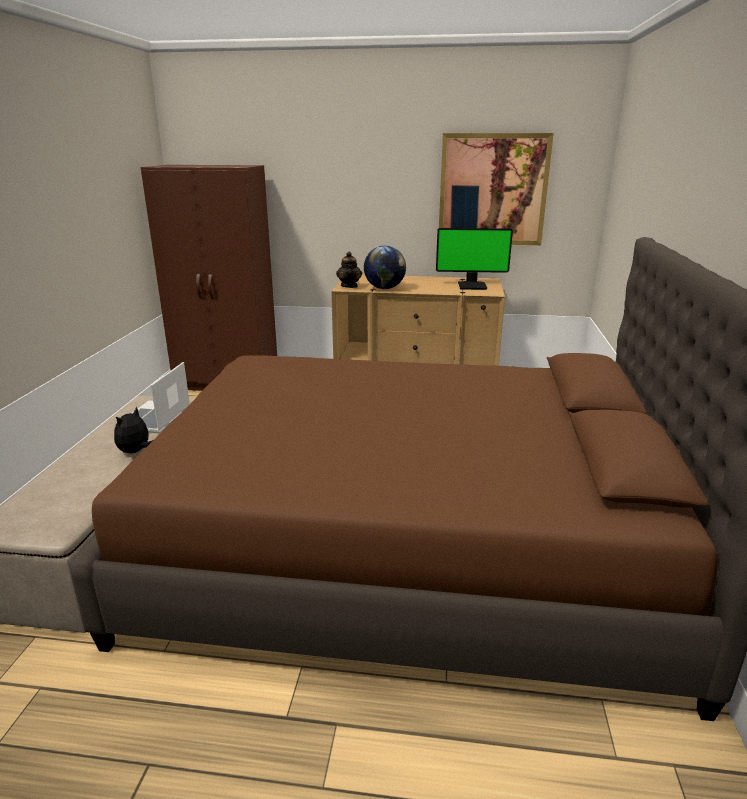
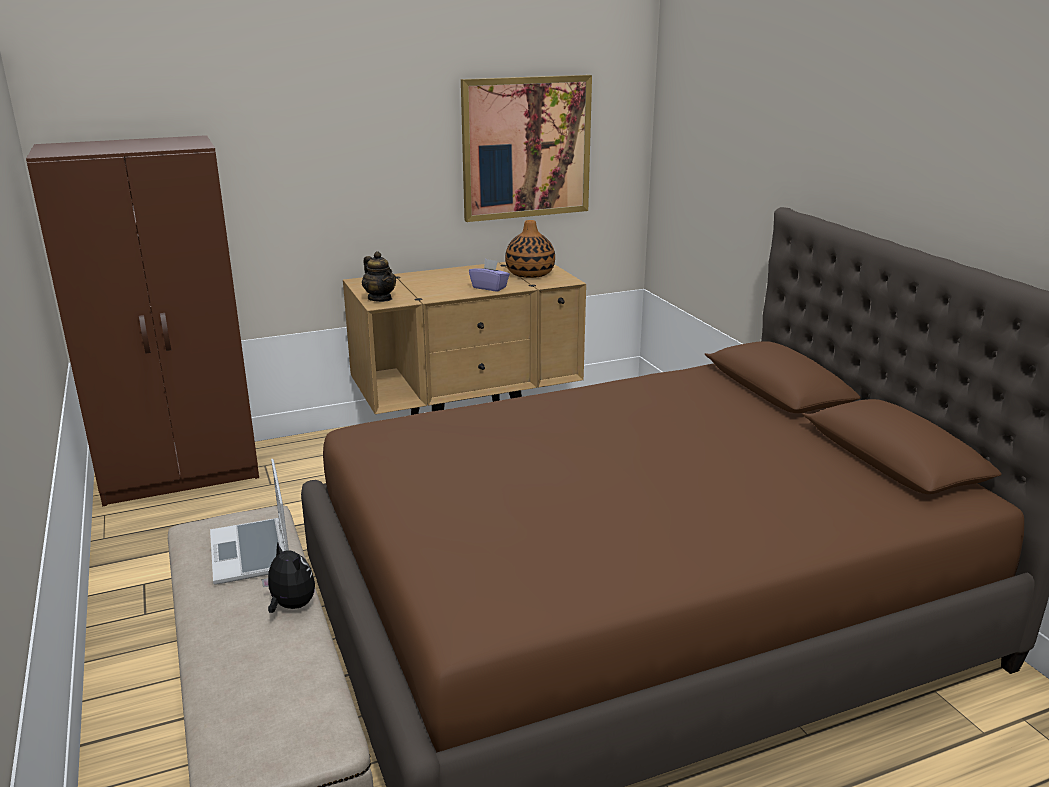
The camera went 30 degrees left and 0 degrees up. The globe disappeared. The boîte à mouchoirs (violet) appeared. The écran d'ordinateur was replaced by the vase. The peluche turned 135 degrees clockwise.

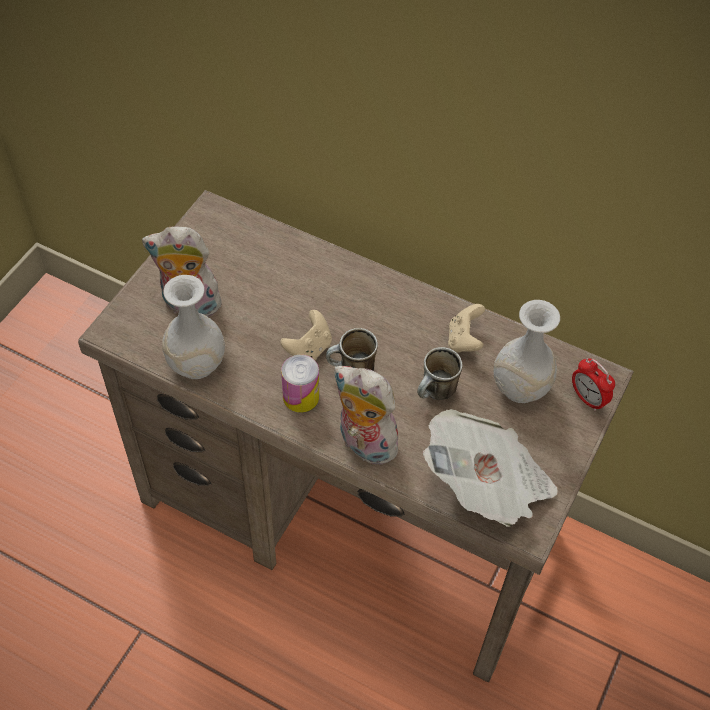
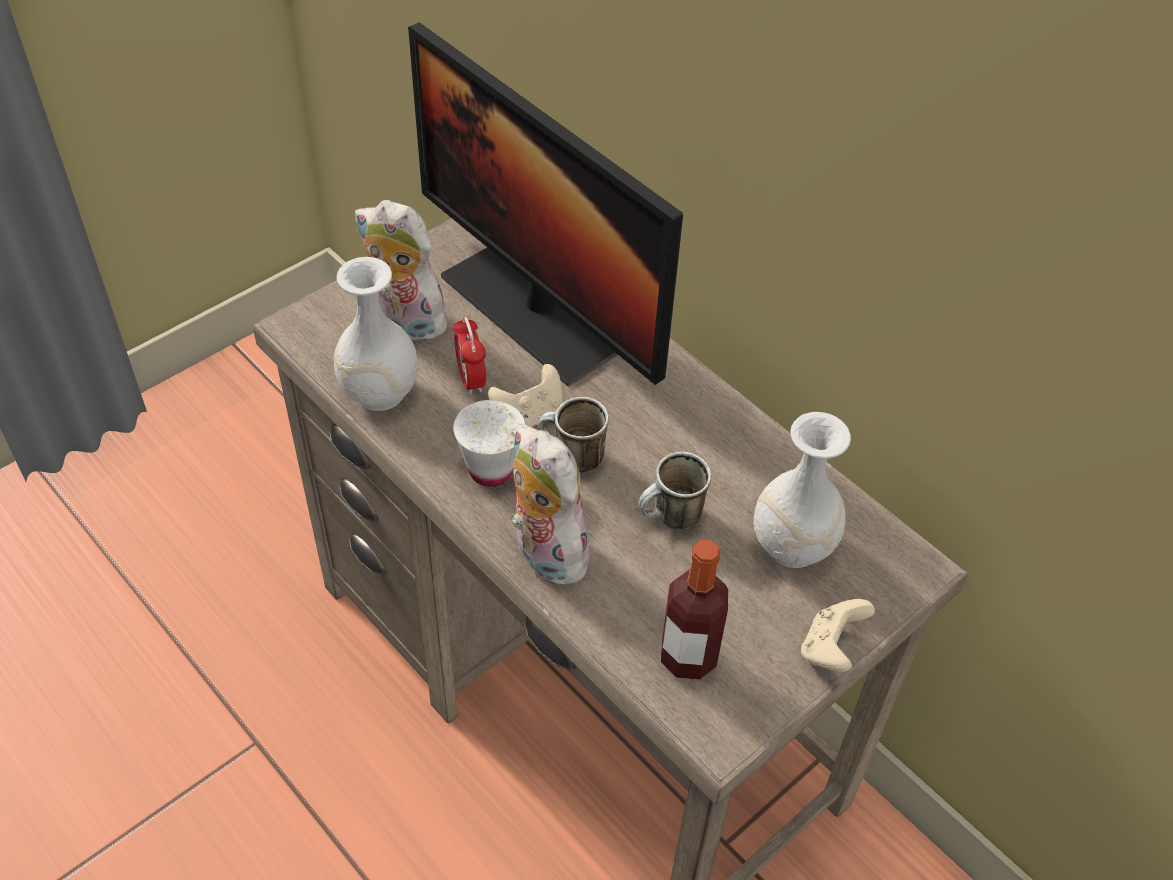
The camera went 20 degrees right and 5 degrees down. The écran d'ordinateur appeared. The manette (beige) (no. 2 from left) moved. The réveil moved. The boîte métallique was replaced by the tasse (blanc). The journal was replaced by the bouteille.

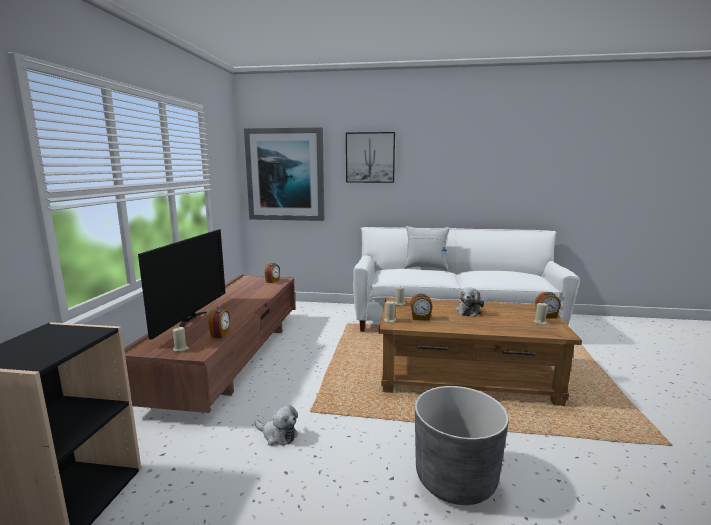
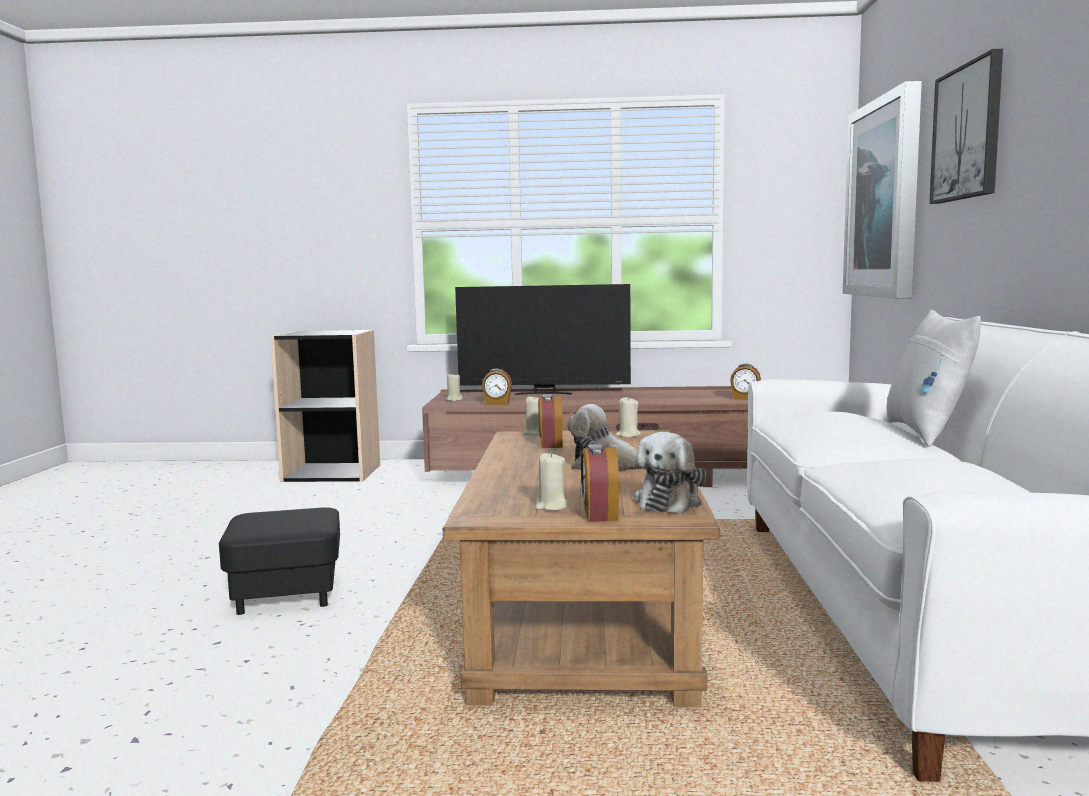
The camera went 85 degrees right and 5 degrees down. The peluche (no. 1 from left in the first image) moved. The cache-pot (gris) was replaced by the pouf (noir).

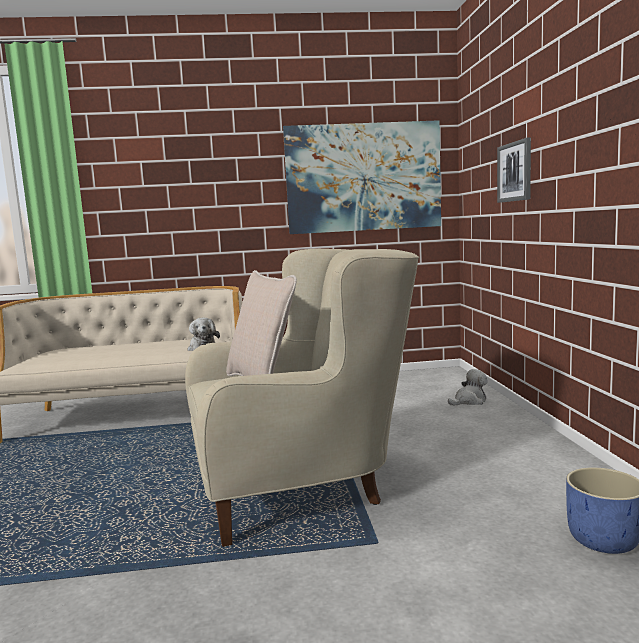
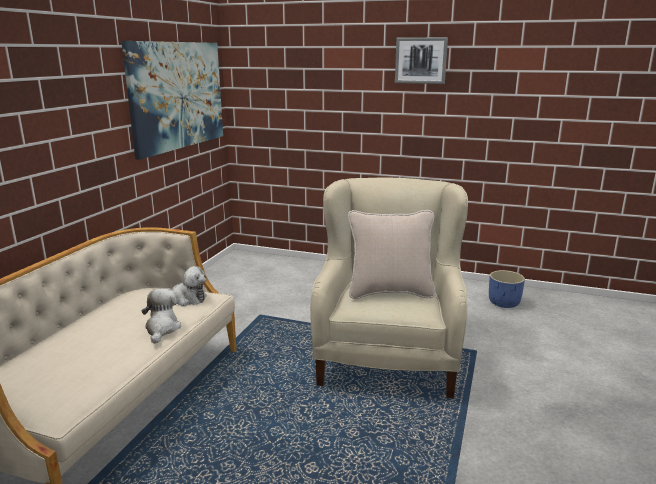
The camera went 65 degrees left and 10 degrees up. The peluche (no. 2 from left in the first image) moved. The tableau (no. 2 from left) moved.

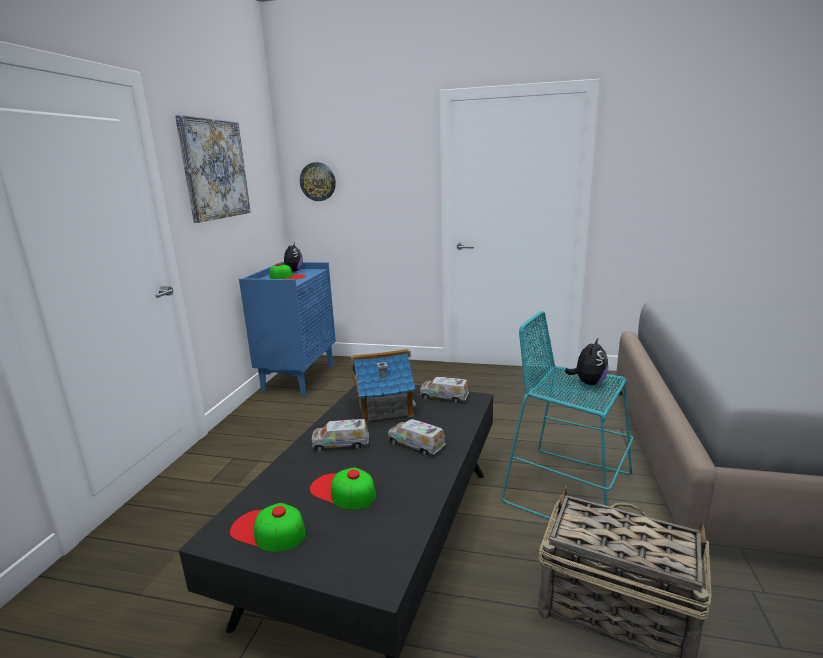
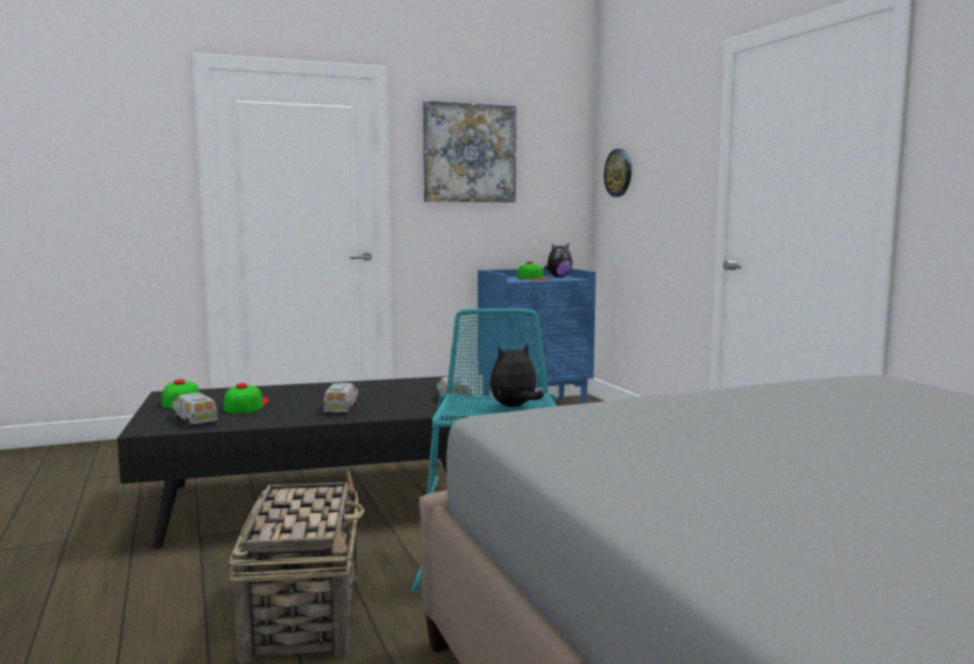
The camera went 55 degrees right and 10 degrees down. The maison miniature disappeared. The camion jouet (no. 1 from left) moved. The peluche (no. 2 from left in the first image) turned 150 degrees clockwise.

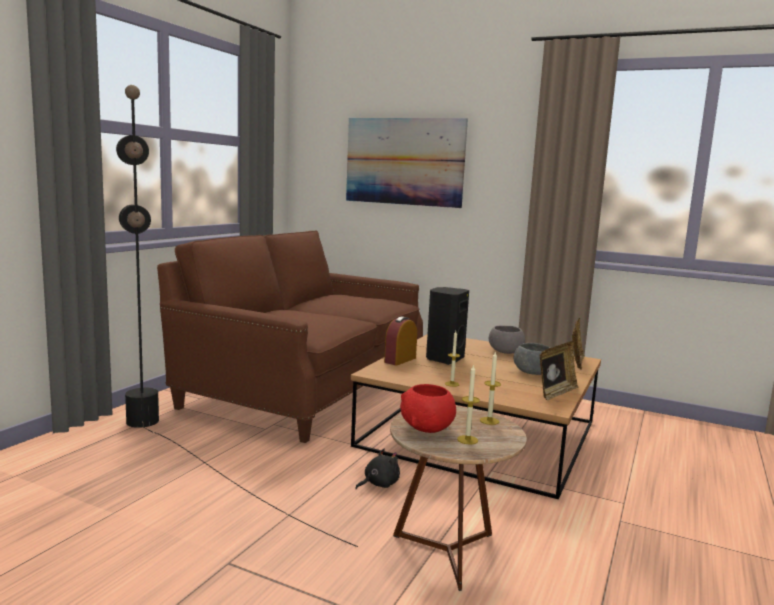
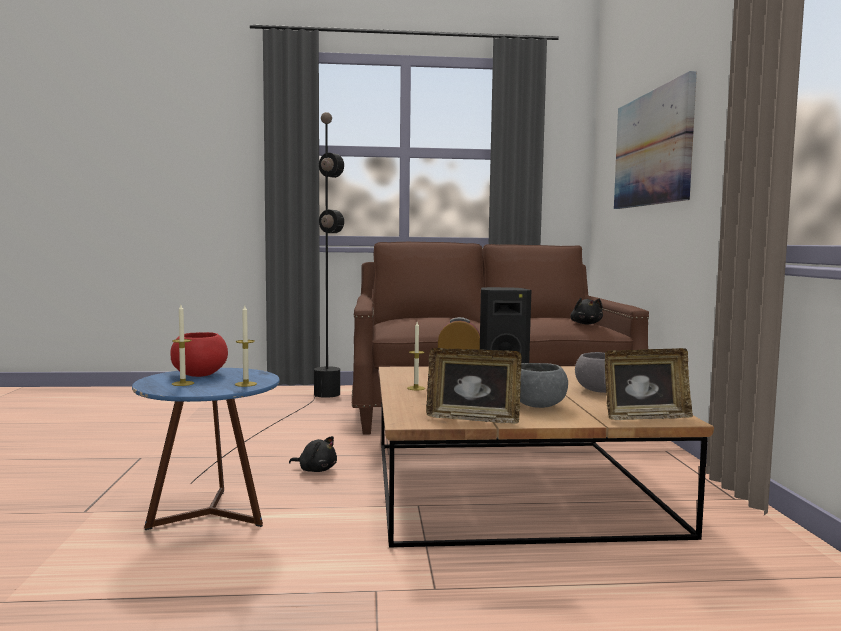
The camera went 60 degrees right and 5 degrees down. The peluche (noir) (no. 2 from left) appeared. The table d'appoint (marron) became the table d'appoint (bleu).

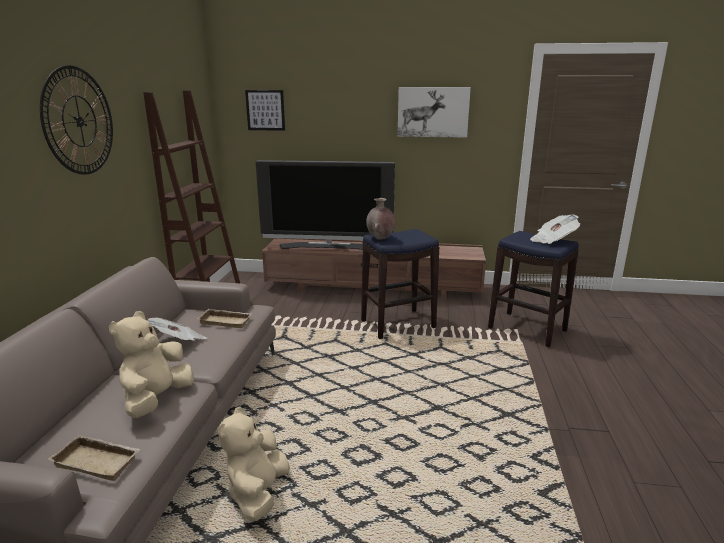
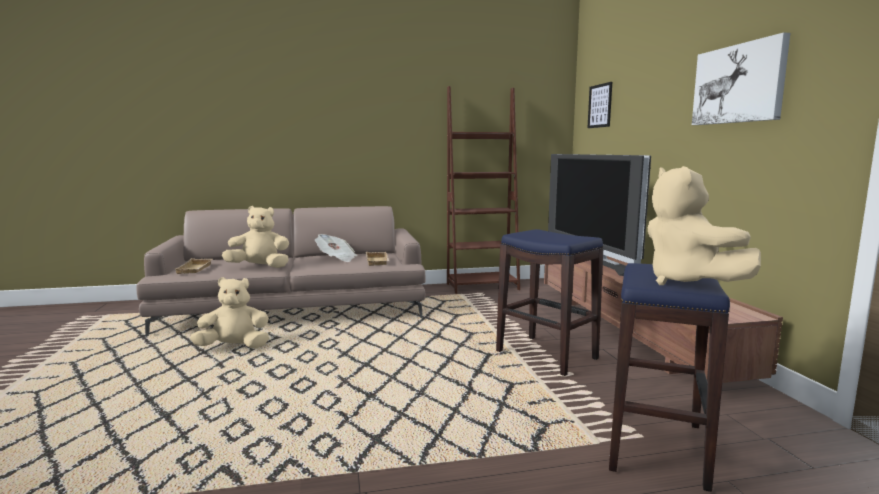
The camera went 70 degrees right and 10 degrees down. The horloge murale disappeared. The vase (marron) disappeared. The journal (no. 2 from left) was replaced by the peluche (beige) (no. 3 from left).

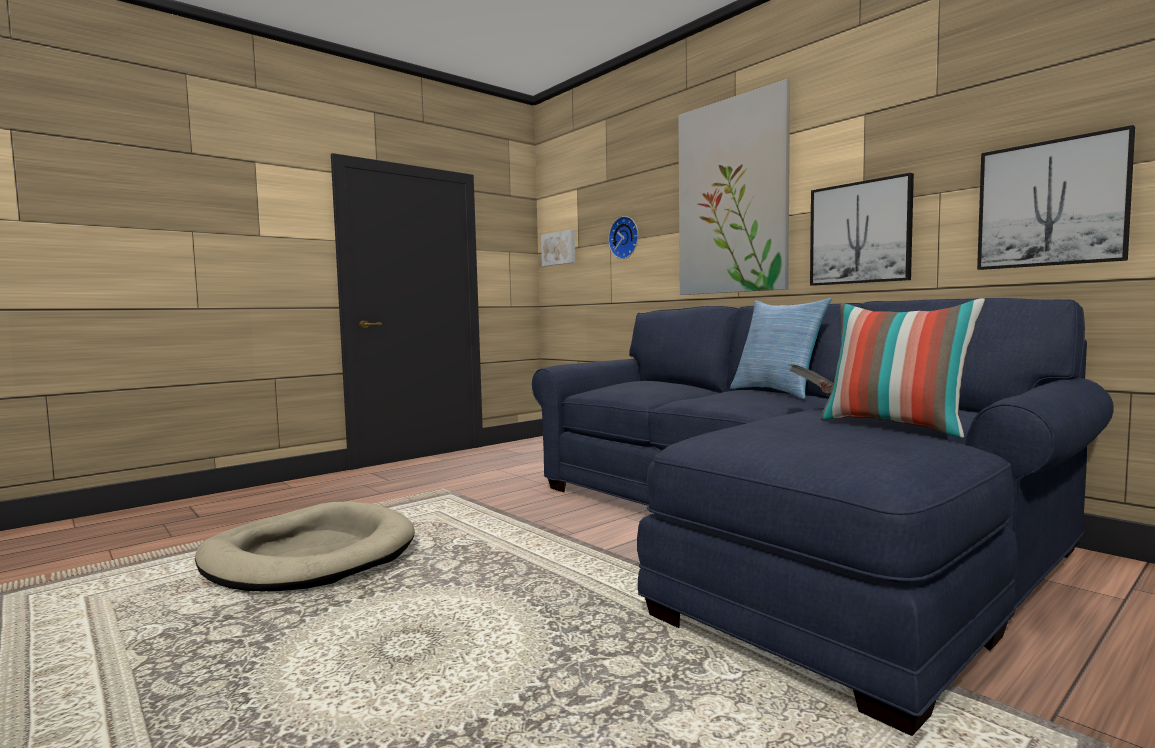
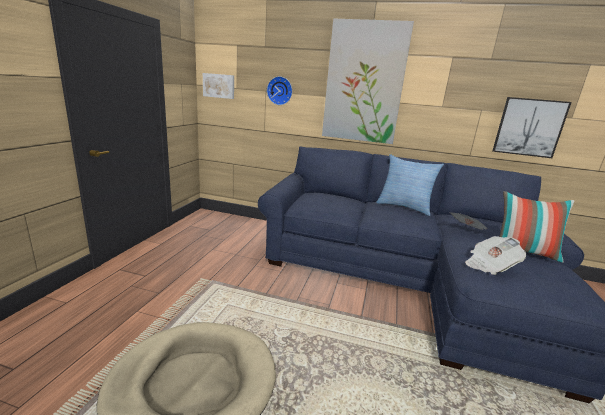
The camera went 35 degrees left and 15 degrees up. The tableau (no. 3 from left) disappeared. The journal (no. 2 from left) appeared.

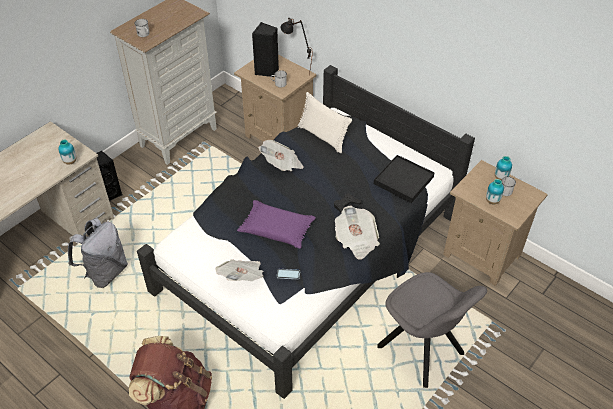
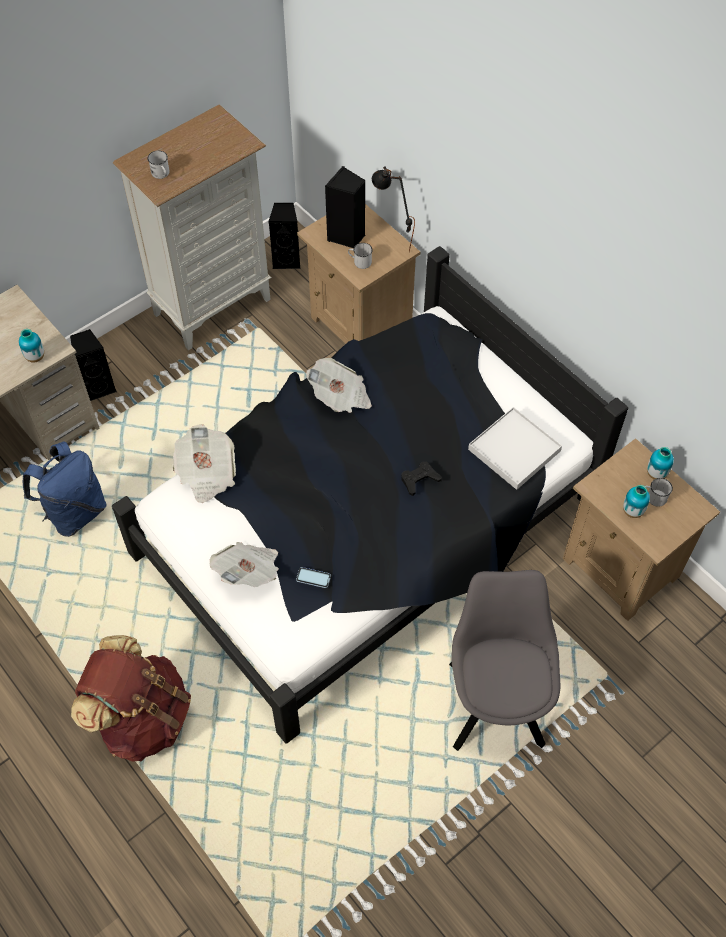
The camera went 10 degrees right and 10 degrees up. The coussin (violet) disappeared. The coussin (blanc) disappeared. The enceinte (noir) (no. 2 from left) appeared. The journal (no. 3 from left in the first image) moved. The sac à dos (gris) became the sac à dos (bleu). The plateau (noir) became the plateau (blanc). The chaise (gris) turned 150 degrees counterclockwise.

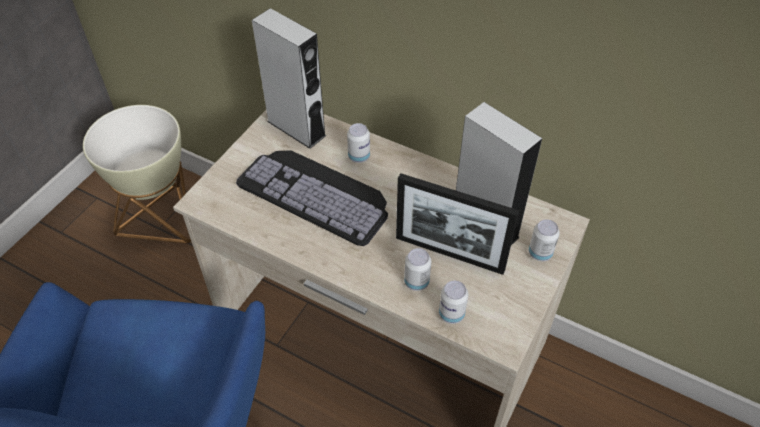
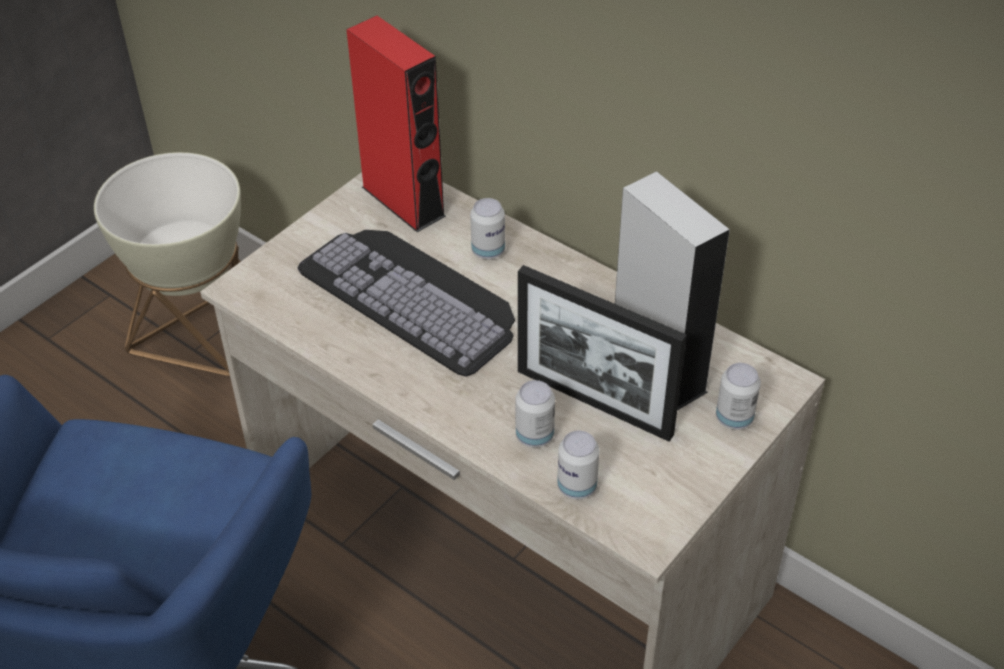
The camera went 10 degrees right and 5 degrees down. The enceinte (gris) (no. 1 from left) became the enceinte (rouge).

